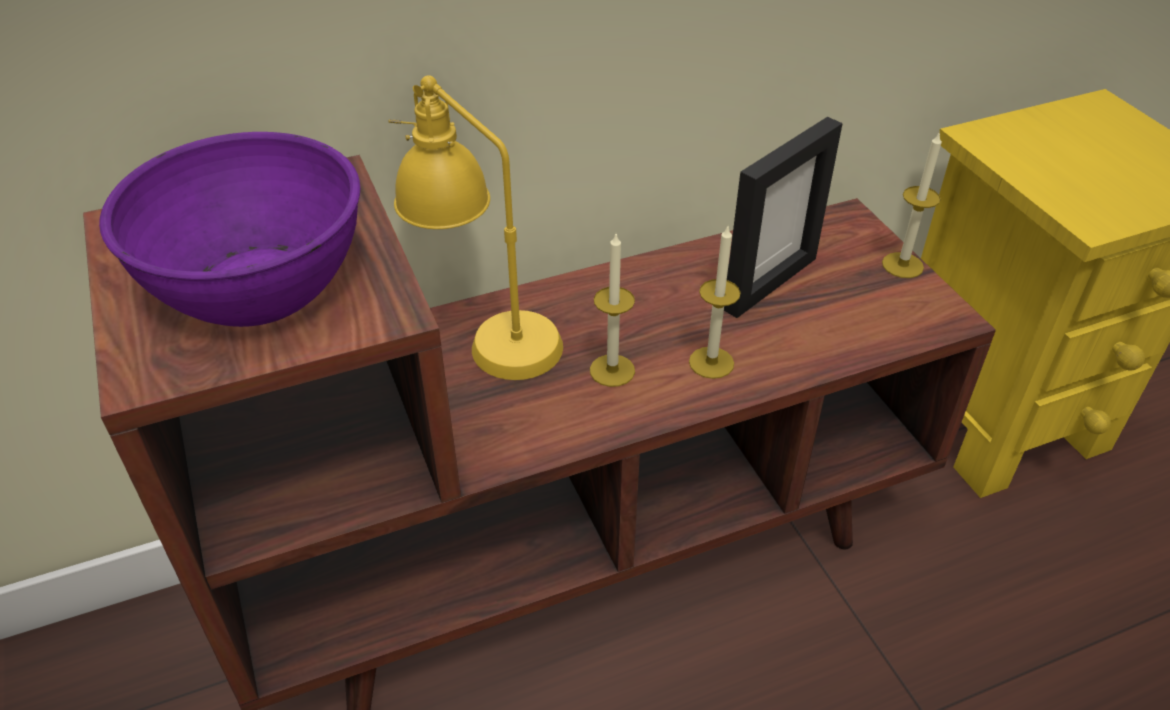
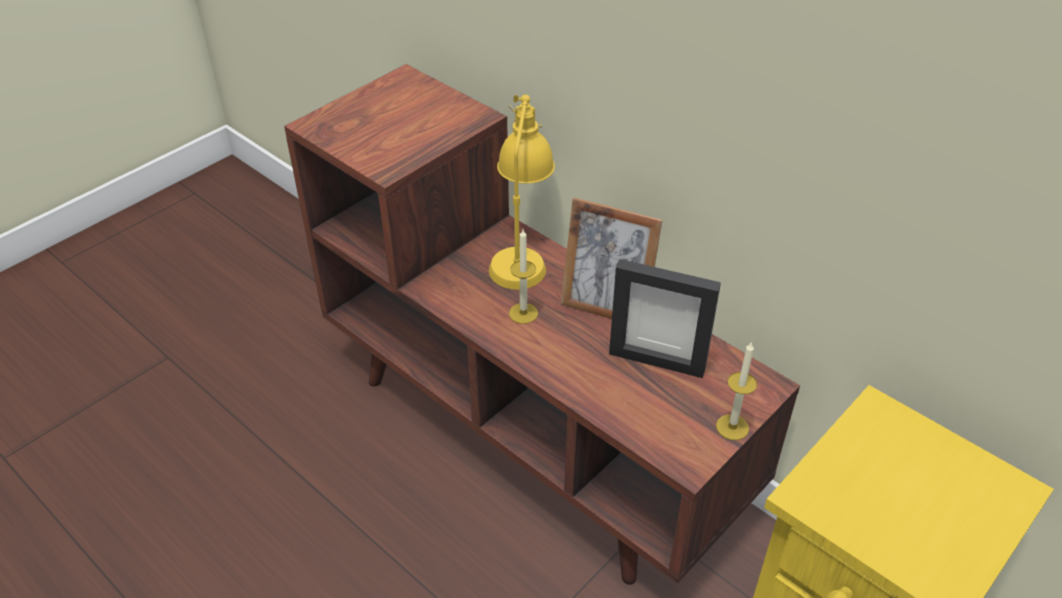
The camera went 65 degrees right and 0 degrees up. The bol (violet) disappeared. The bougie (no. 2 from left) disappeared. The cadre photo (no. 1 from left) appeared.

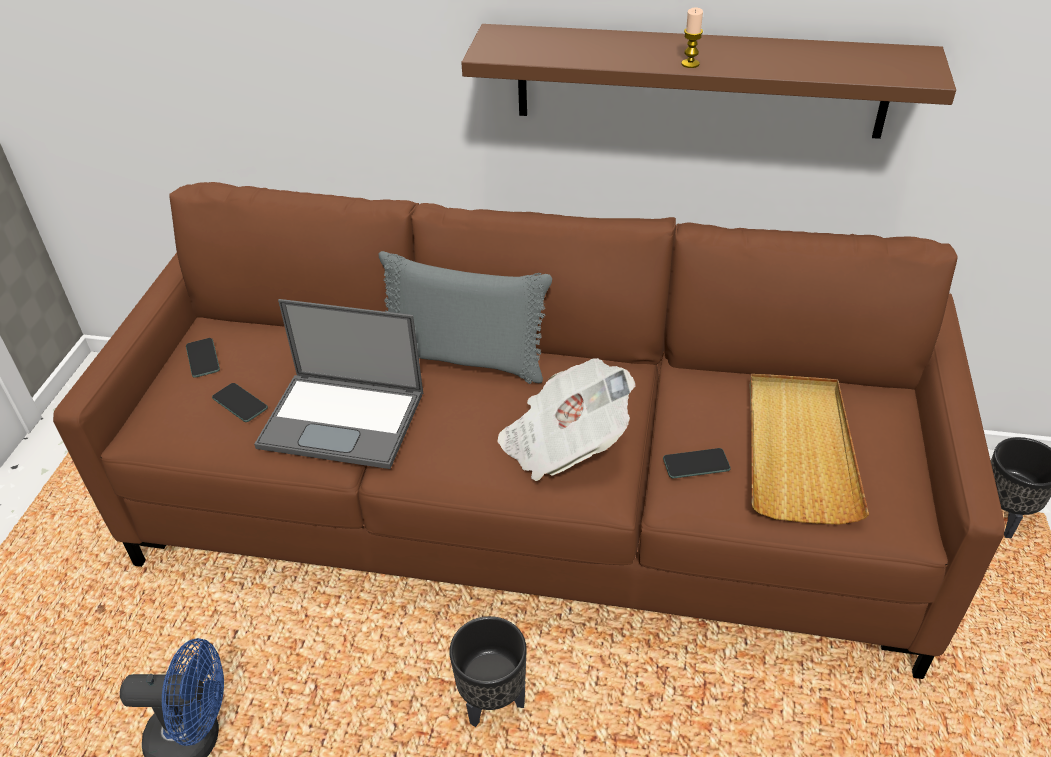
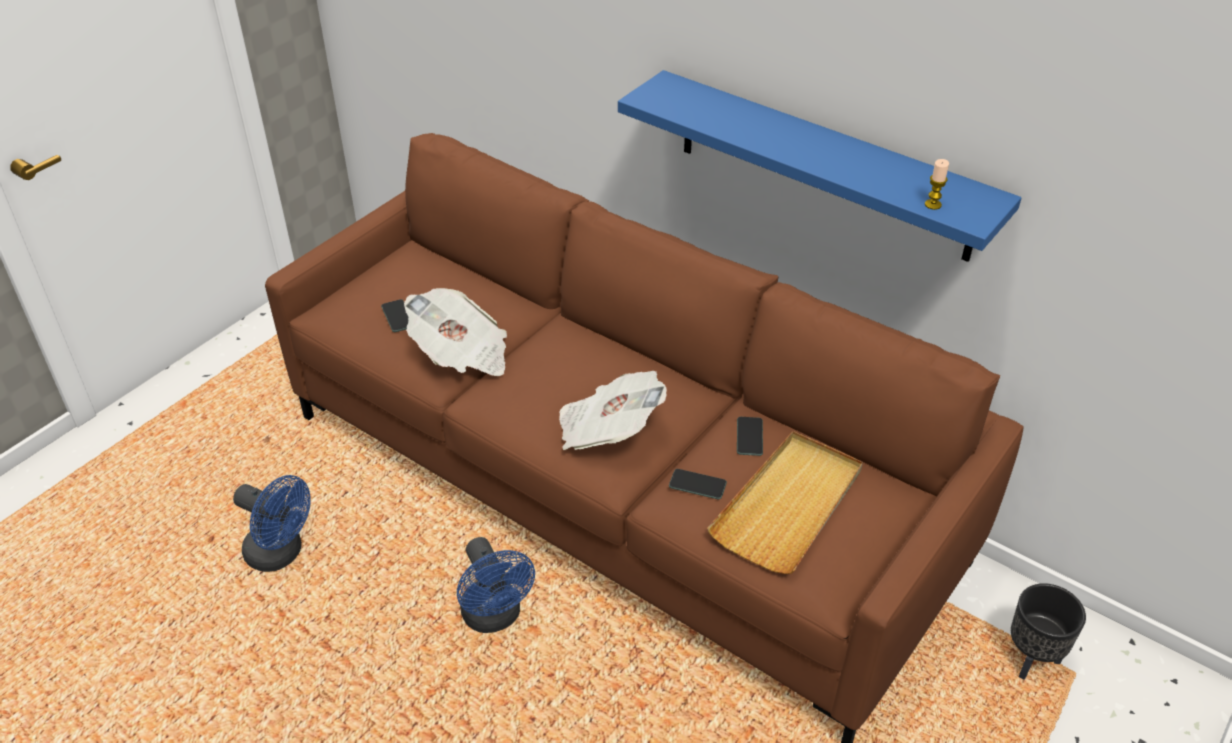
The camera went 25 degrees right and 0 degrees up. The coussin (gris) disappeared. The téléphone (no. 1 from left in the first image) moved. The bougie moved. The ordinateur portable was replaced by the journal (no. 1 from left). The cache-pot (noir) (no. 1 from left) was replaced by the ventilateur (bleu) (no. 2 from left). The étagère (marron) became the étagère (bleu).

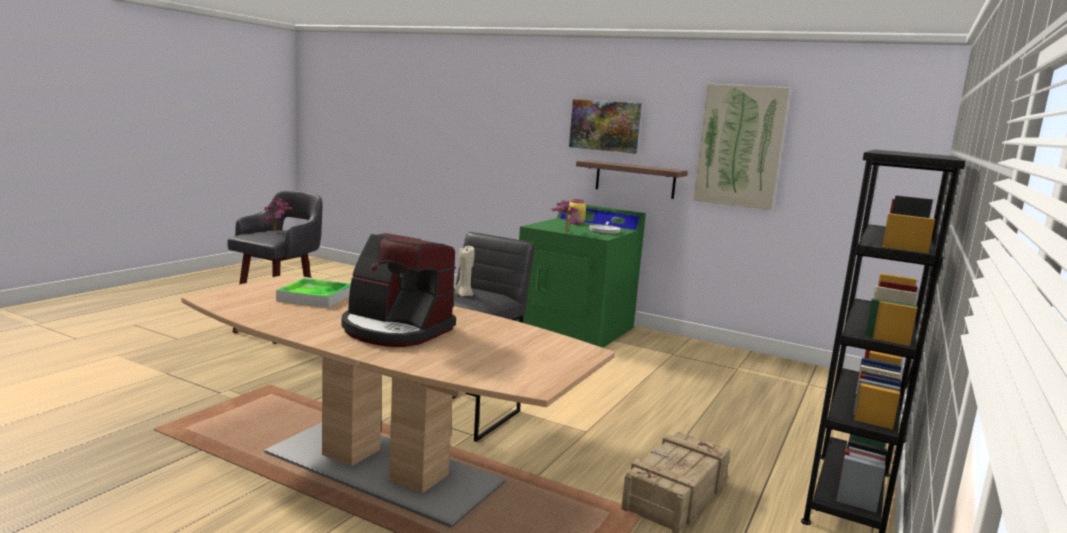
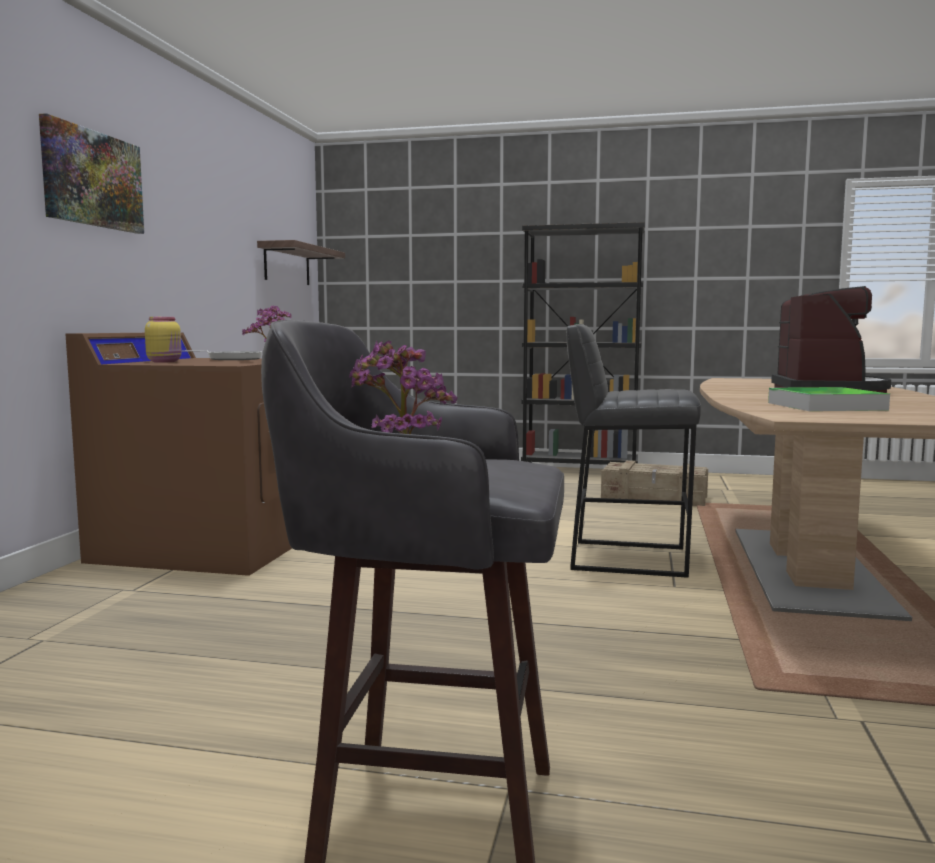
The camera went 105 degrees left and 5 degrees down. The bougie (beige) disappeared. The tableau (no. 2 from left) disappeared. The étagère moved. The lave-linge (vert) became the lave-linge (marron).

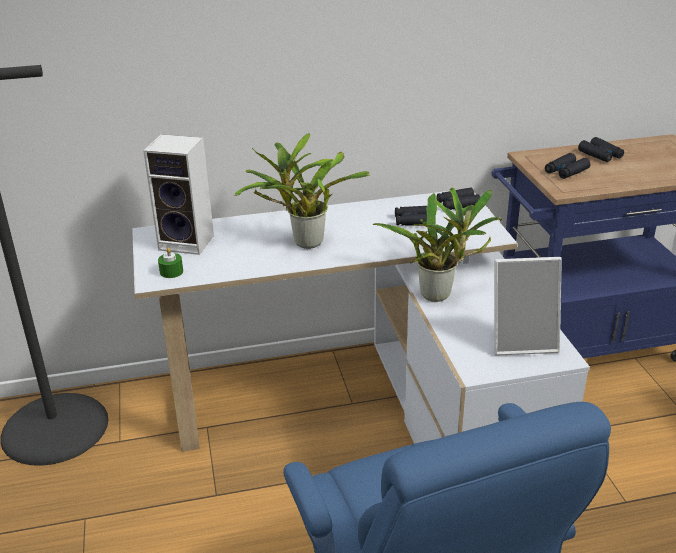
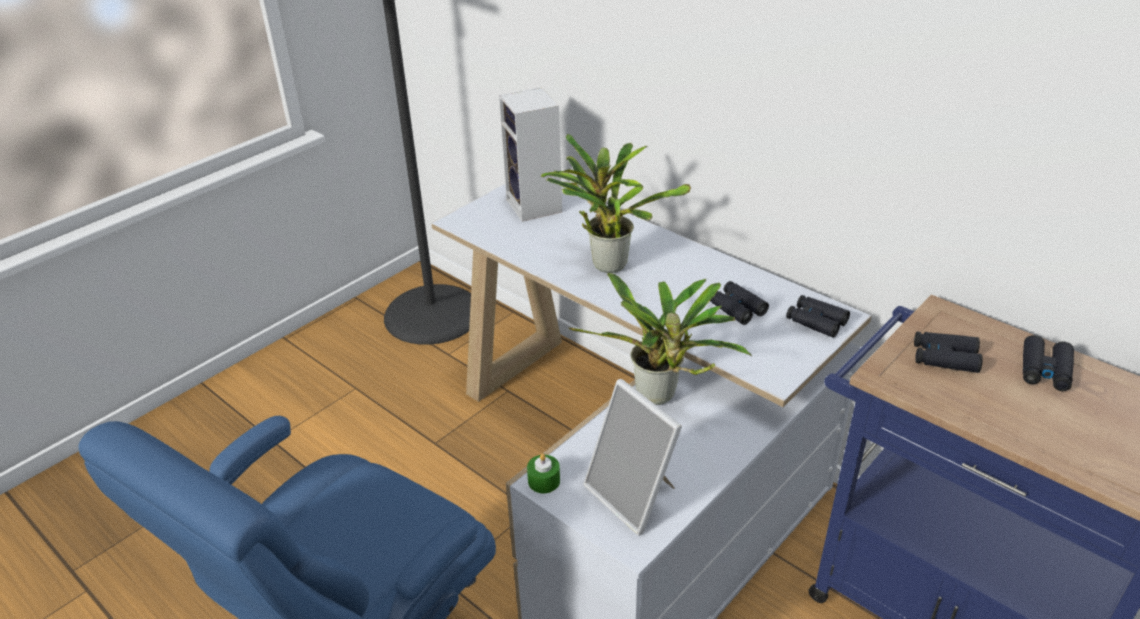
The camera went 55 degrees right and 5 degrees up. The bougie (vert) moved.

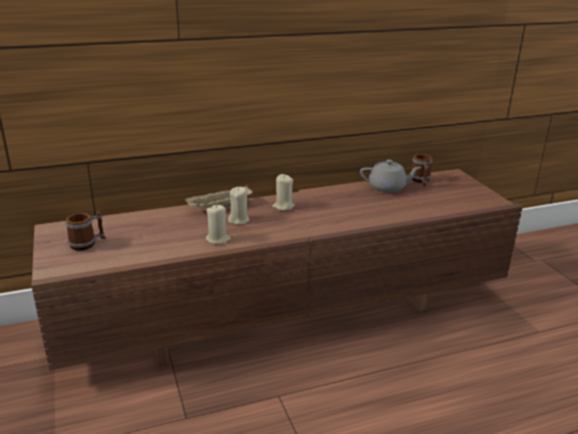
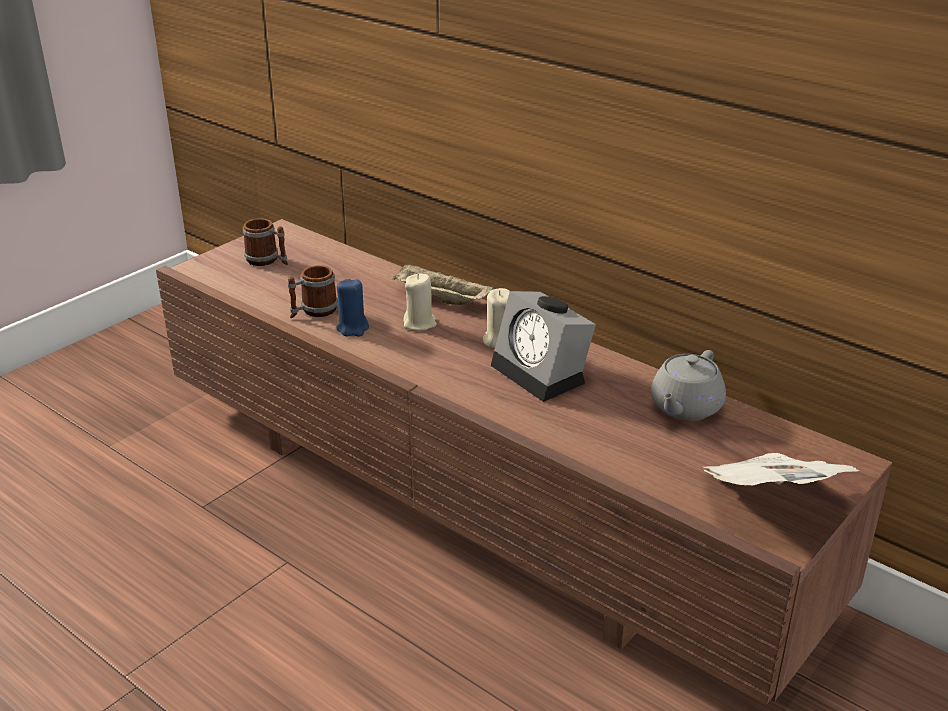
The camera went 60 degrees right and 5 degrees up. The réveil appeared. The journal appeared. The mug (no. 2 from left) moved. The bougie (beige) (no. 1 from left) became the bougie (bleu). The théière (gris) turned 60 degrees clockwise.

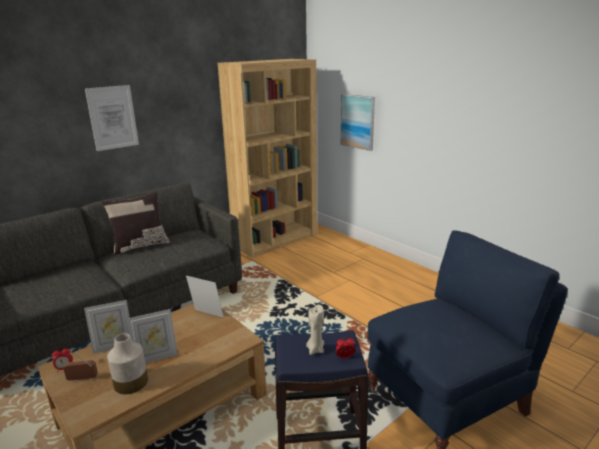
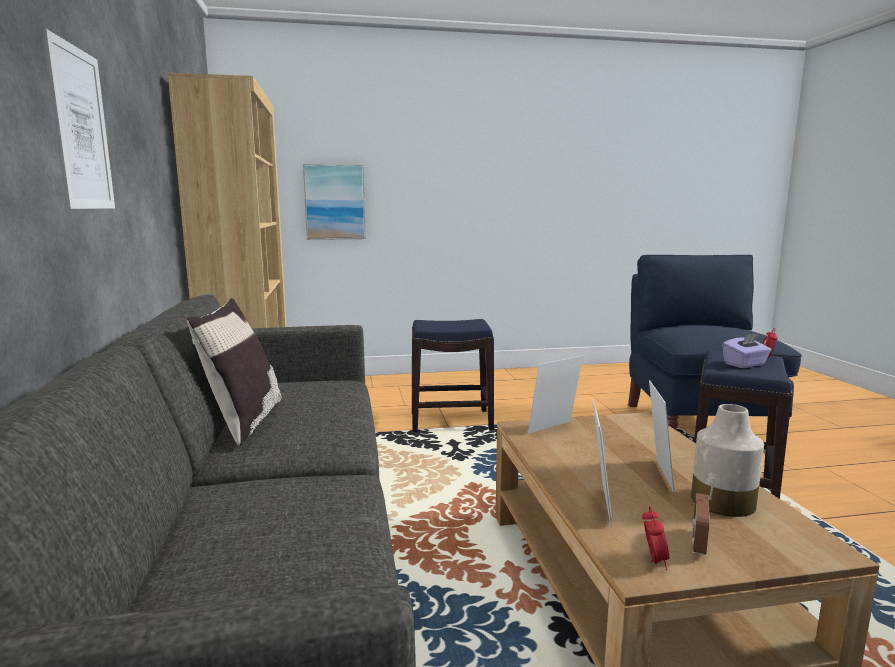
The camera went 60 degrees left and 10 degrees down. The tabouret (no. 1 from left) appeared. The bougie (beige) was replaced by the boîte à mouchoirs (violet).

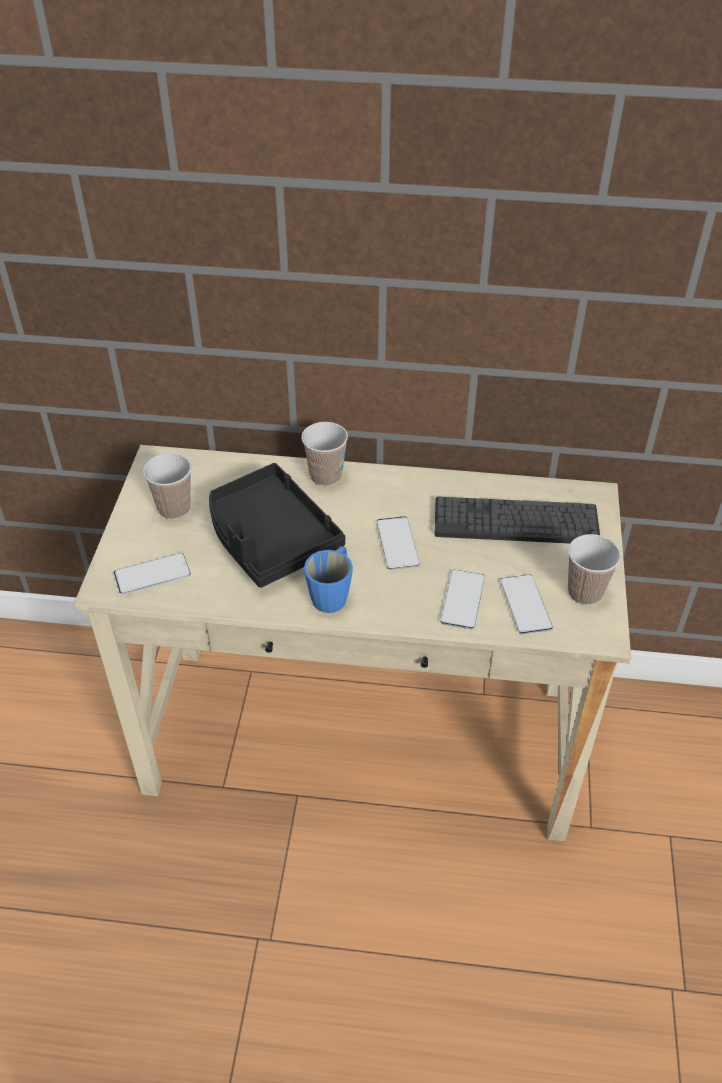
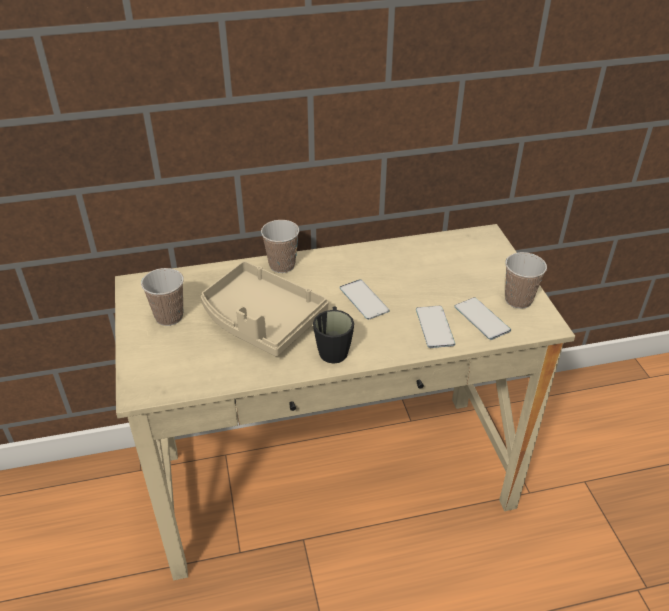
The camera went 20 degrees left and 5 degrees down. The téléphone (no. 1 from left) disappeared. The clavier disappeared. The plateau (noir) became the plateau (beige). The mug (bleu) became the mug (noir).

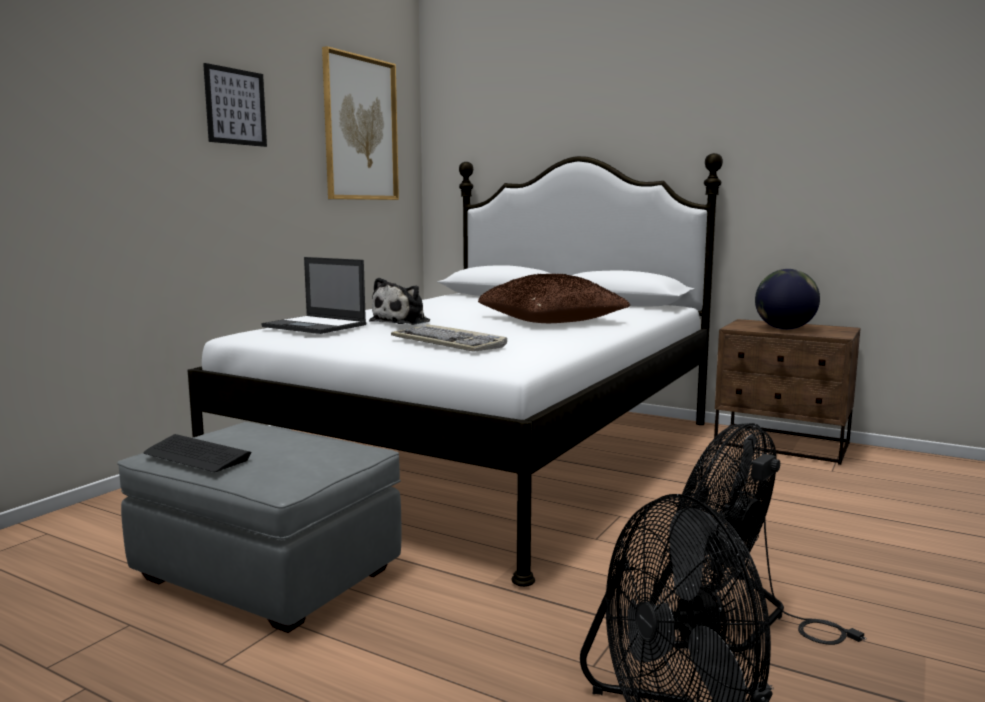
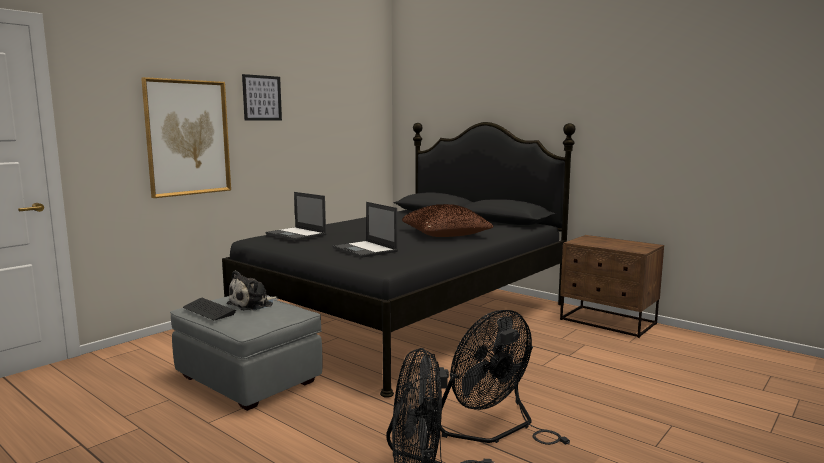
The camera went 10 degrees right and 0 degrees up. The globe disappeared. The tableau (no. 2 from left in the first image) moved. The peluche moved. The clavier (no. 2 from left) was replaced by the ordinateur portable (no. 2 from left). The lit (blanc) became the lit (noir).

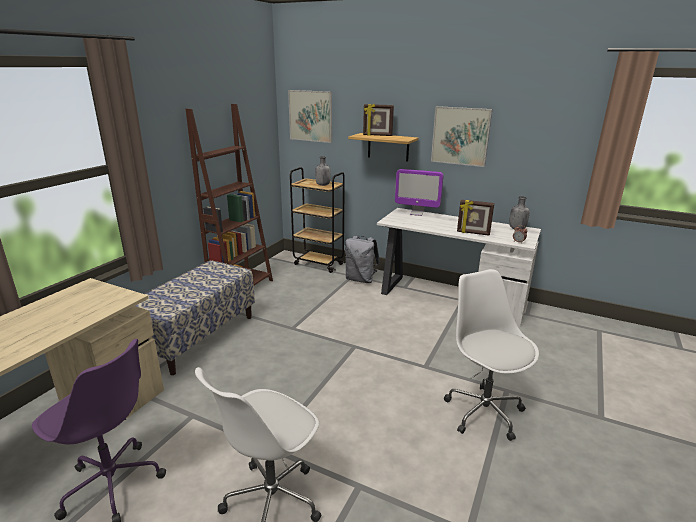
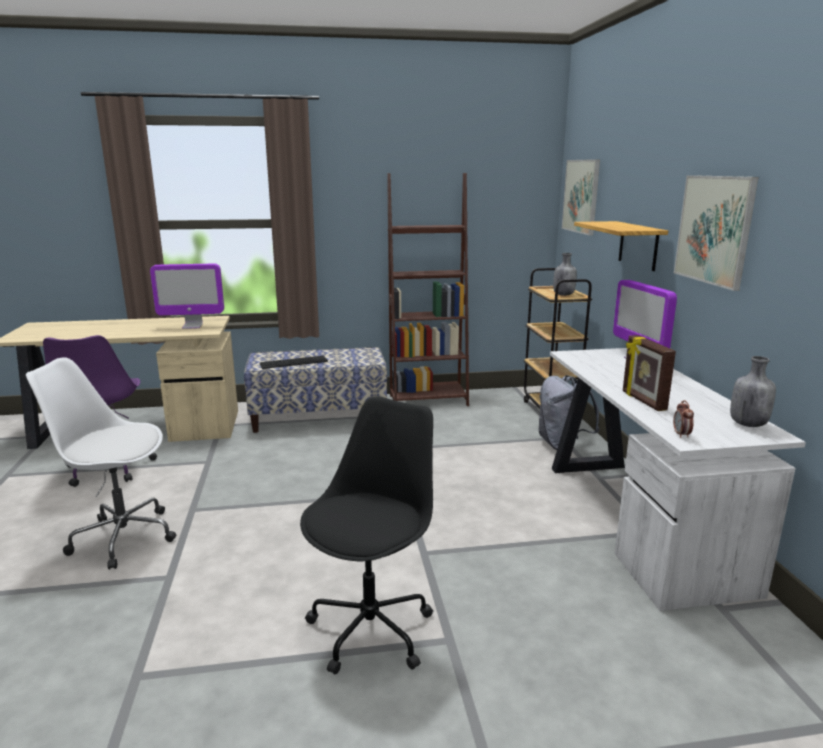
The camera went 55 degrees right and 5 degrees down. The cadre photo (no. 1 from left) disappeared. The écran d'ordinateur (no. 1 from left) appeared. The clavier appeared. The chaise de bureau (blanc) (no. 2 from left) became the chaise de bureau (noir).

